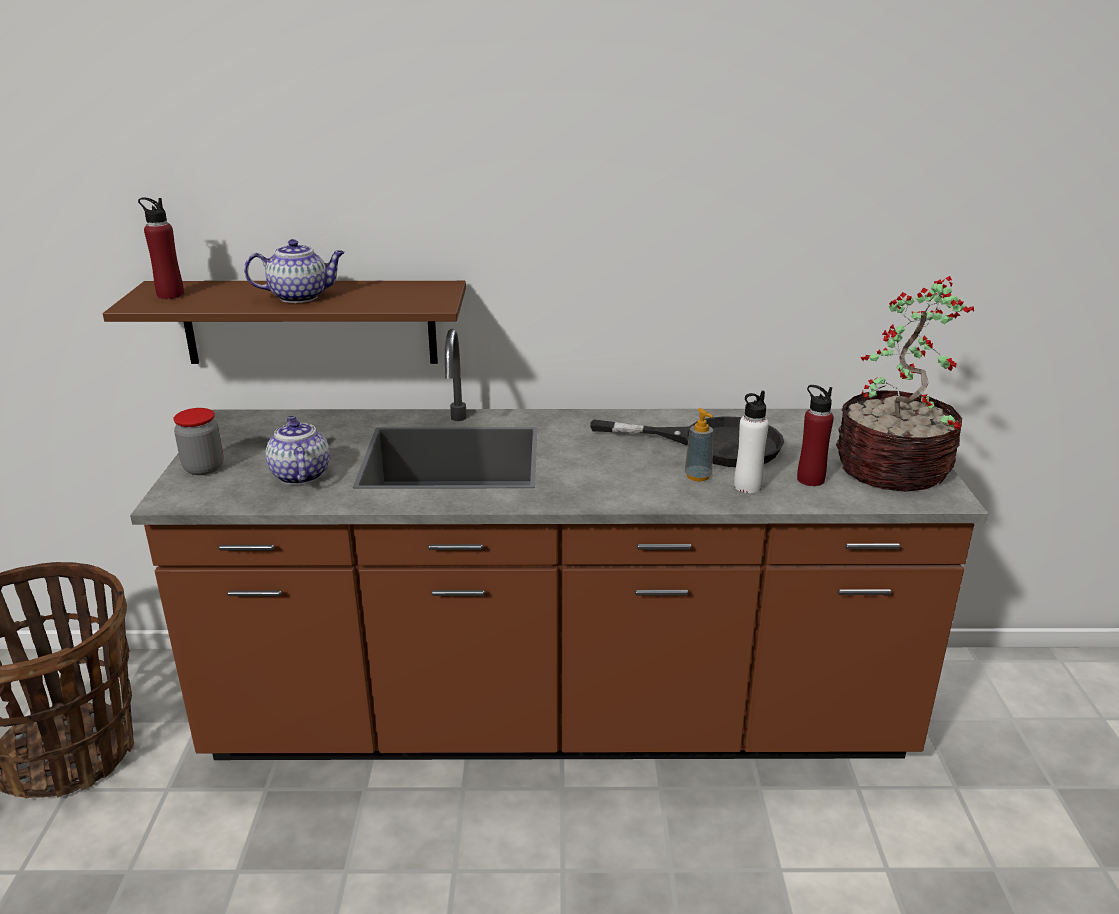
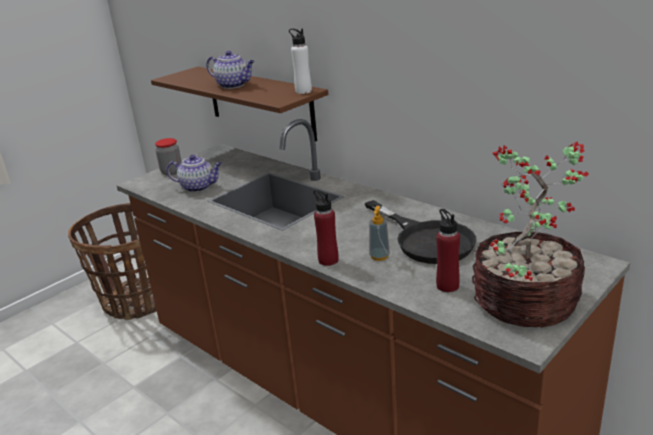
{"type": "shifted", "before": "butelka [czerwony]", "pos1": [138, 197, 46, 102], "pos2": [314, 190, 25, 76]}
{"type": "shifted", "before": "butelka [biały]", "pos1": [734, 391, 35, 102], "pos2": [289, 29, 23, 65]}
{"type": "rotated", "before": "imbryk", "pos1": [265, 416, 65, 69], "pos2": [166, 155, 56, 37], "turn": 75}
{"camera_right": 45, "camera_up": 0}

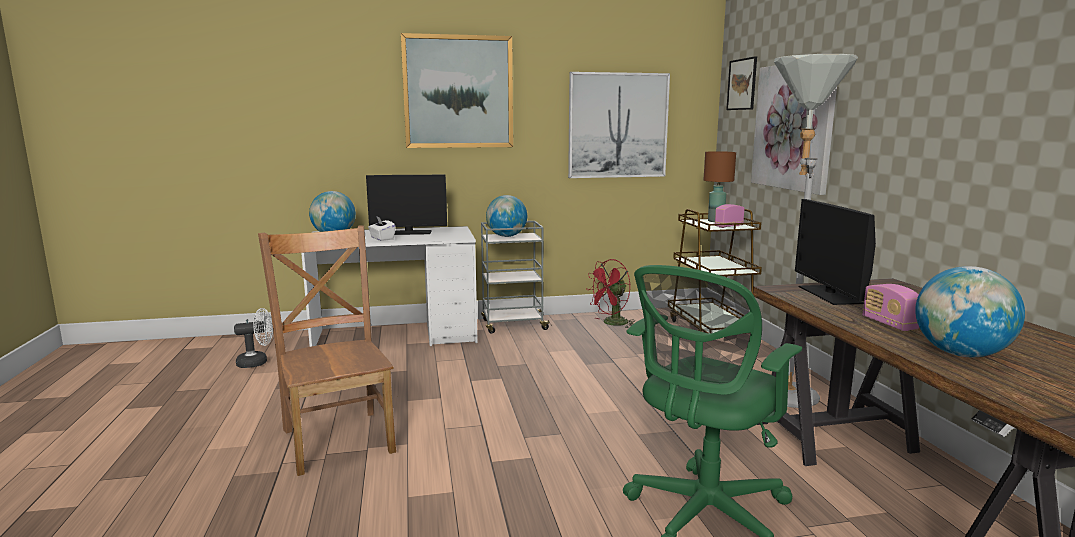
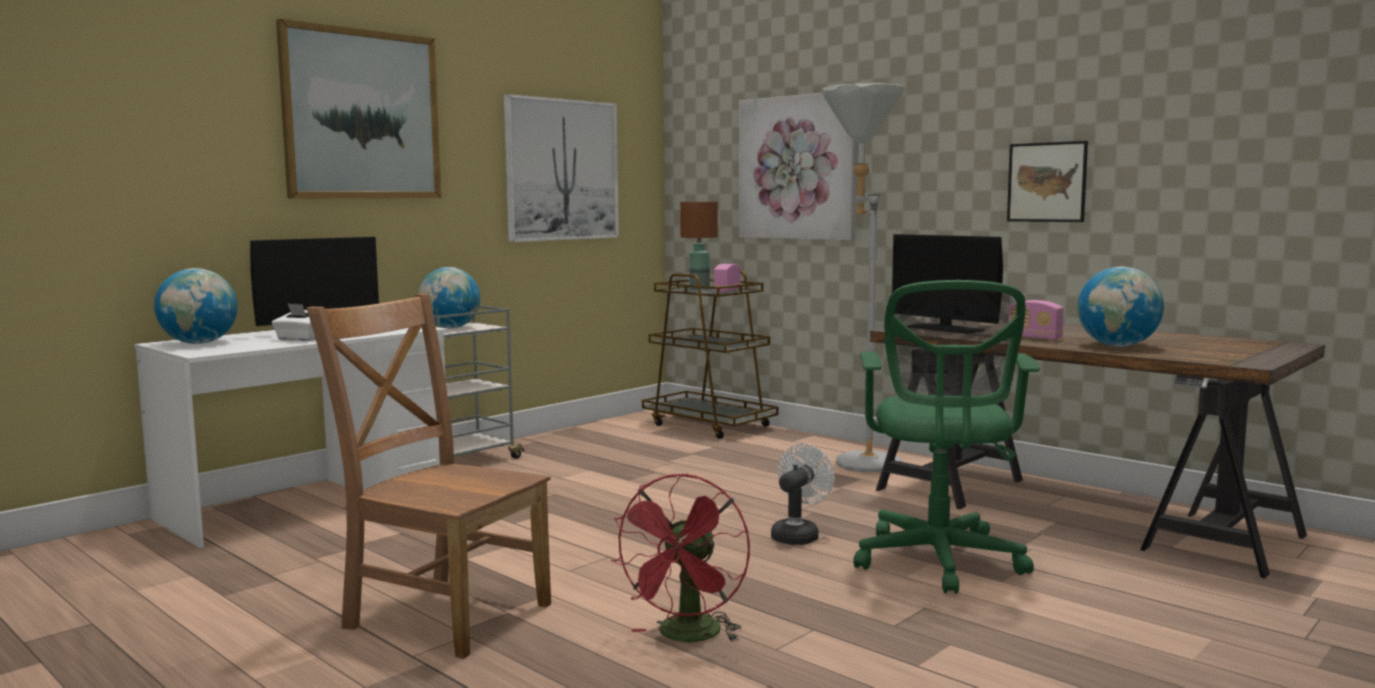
{"type": "shifted", "before": "wentylator [biały]", "pos1": [234, 308, 39, 60], "pos2": [771, 444, 63, 101]}
{"type": "shifted", "before": "wentylator [czerwony]", "pos1": [589, 259, 46, 69], "pos2": [611, 473, 139, 169]}
{"type": "shifted", "before": "obraz", "pos1": [726, 56, 31, 54], "pos2": [1007, 141, 81, 81]}
{"camera_right": -35, "camera_up": -5}

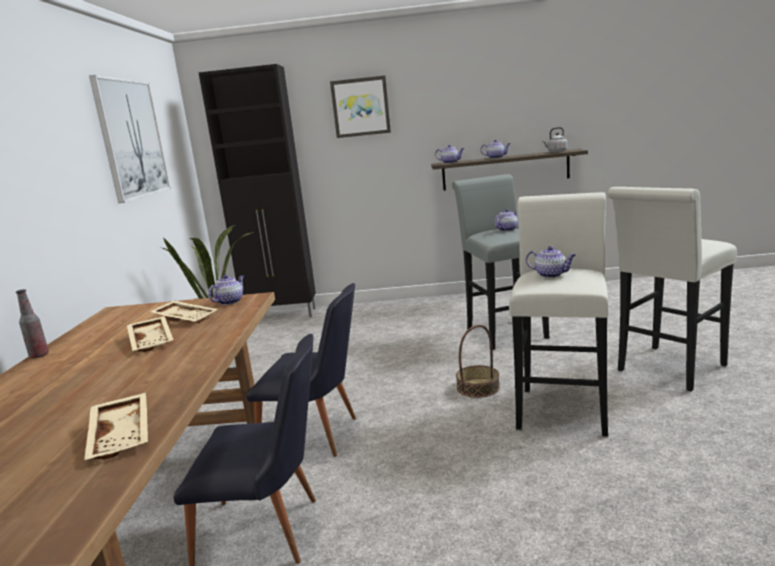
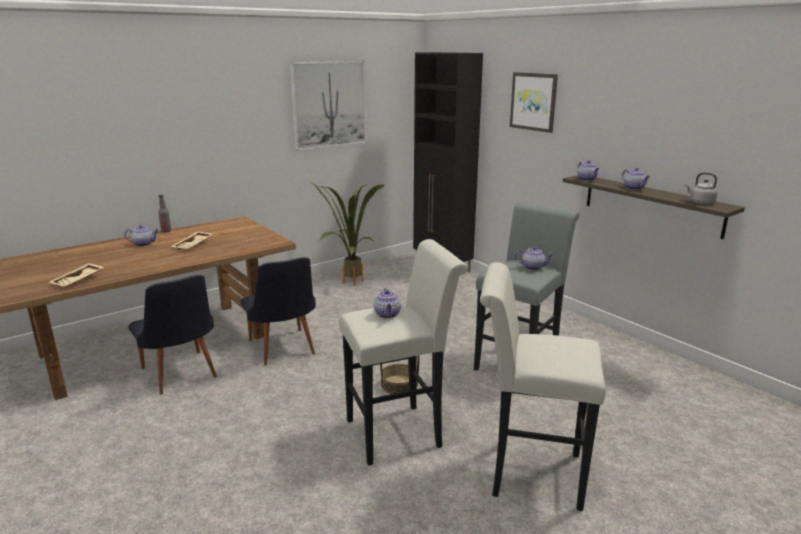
{"type": "gone", "before": "taca [beżowy]", "pos1": [150, 300, 68, 23]}
{"type": "shifted", "before": "imbryk", "pos1": [208, 275, 36, 30], "pos2": [124, 225, 34, 21]}
{"camera_right": 50, "camera_up": 5}

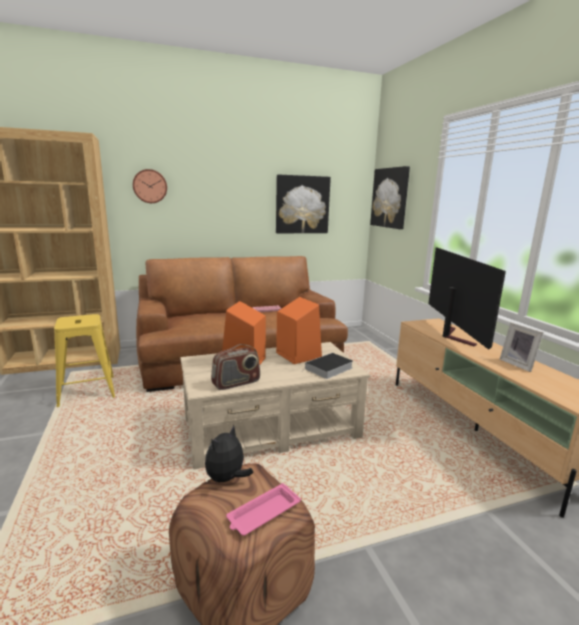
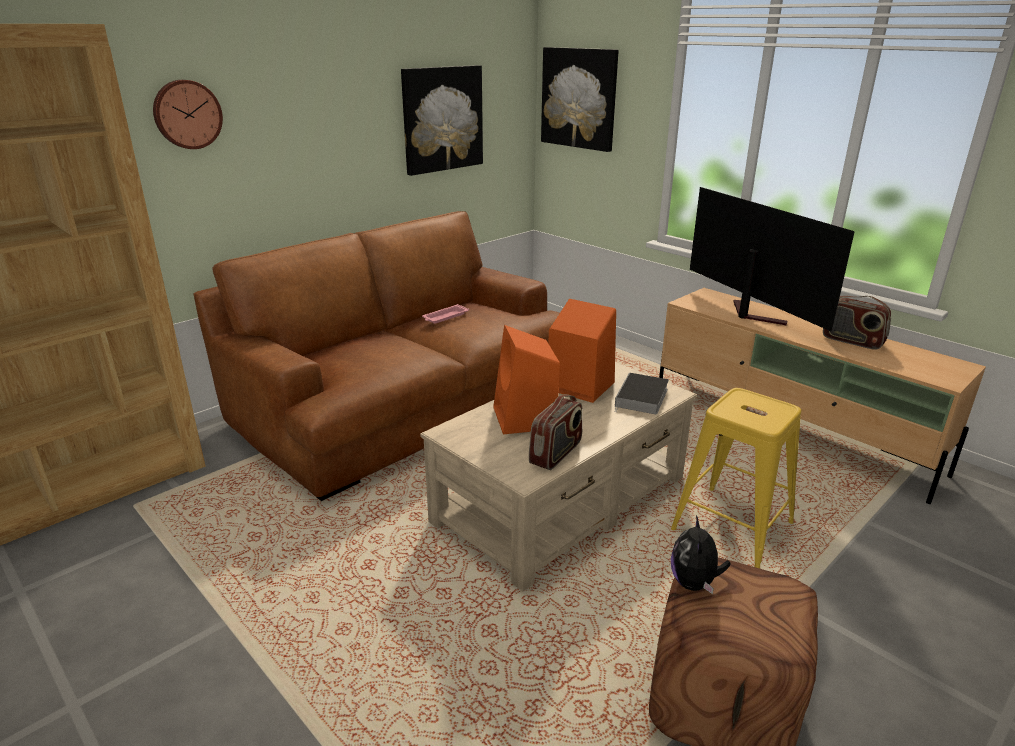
{"type": "gone", "before": "taca [różowy]", "pos1": [226, 483, 75, 53]}
{"type": "shifted", "before": "stołek [żółty]", "pos1": [54, 314, 61, 93], "pos2": [671, 388, 130, 181]}
{"type": "swapped", "before": "ramka na zdjęcie", "after": "radio", "pos1": [500, 322, 44, 50], "pos2": [823, 296, 68, 54]}
{"camera_right": -25, "camera_up": 10}

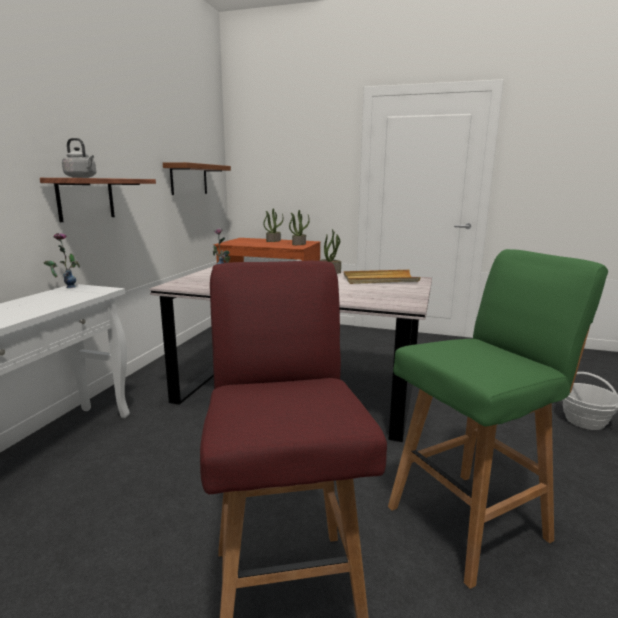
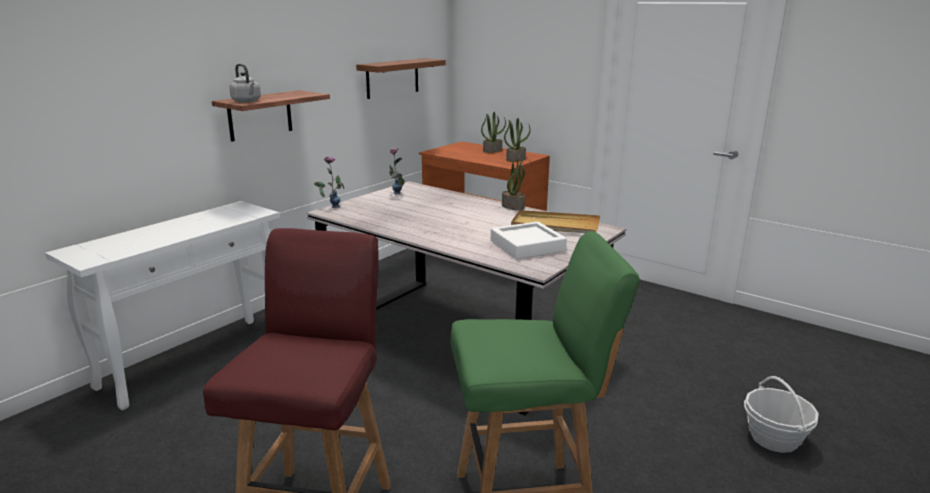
{"type": "new", "after": "taca [biały]", "pos2": [491, 221, 76, 38]}
{"type": "shifted", "before": "wazon", "pos1": [43, 233, 37, 55], "pos2": [314, 157, 30, 51]}
{"camera_right": 20, "camera_up": 5}

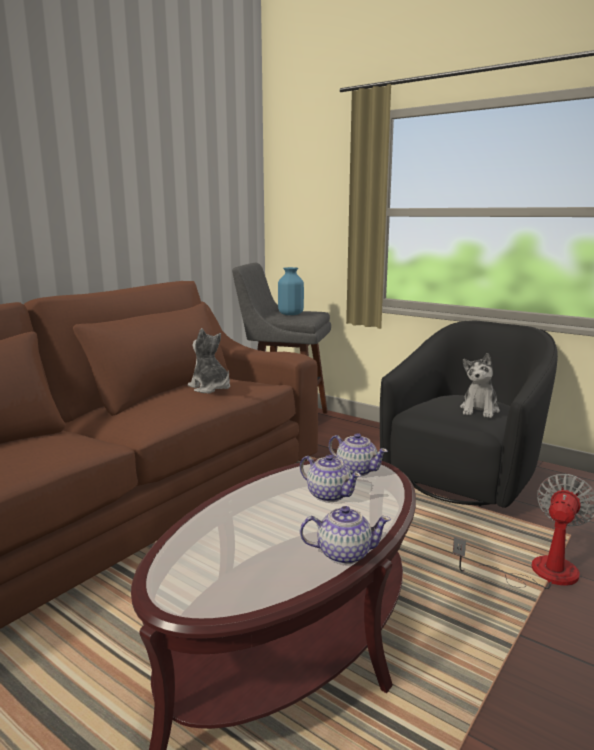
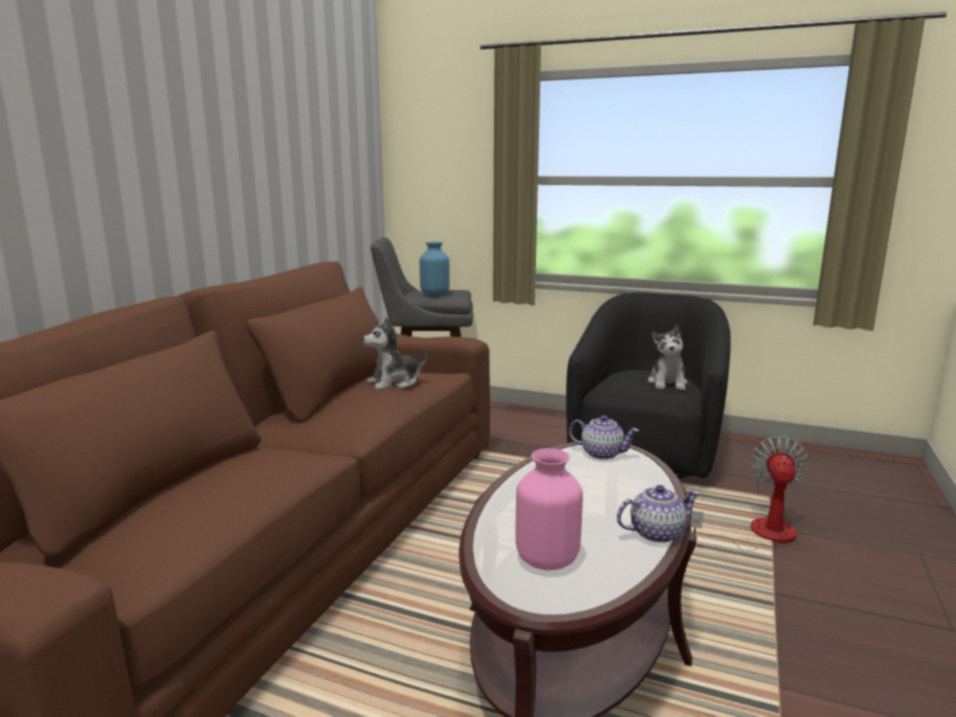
{"type": "gone", "before": "imbryk", "pos1": [300, 455, 61, 47]}
{"type": "new", "after": "wazon [różowy]", "pos2": [515, 448, 68, 122]}
{"type": "rotated", "before": "pluszak", "pos1": [188, 328, 42, 65], "pos2": [362, 317, 65, 73], "turn": -60}
{"camera_right": -15, "camera_up": 0}

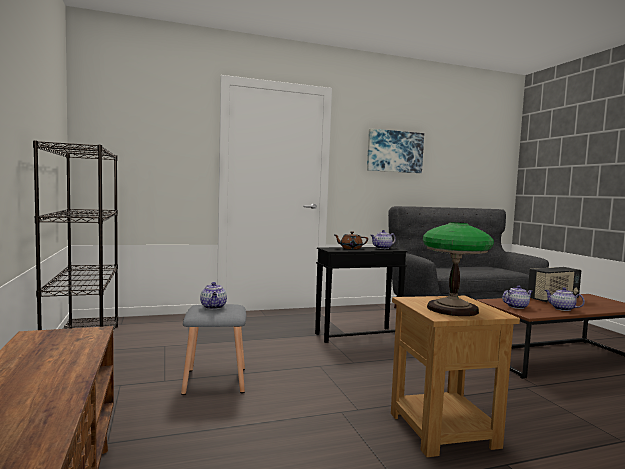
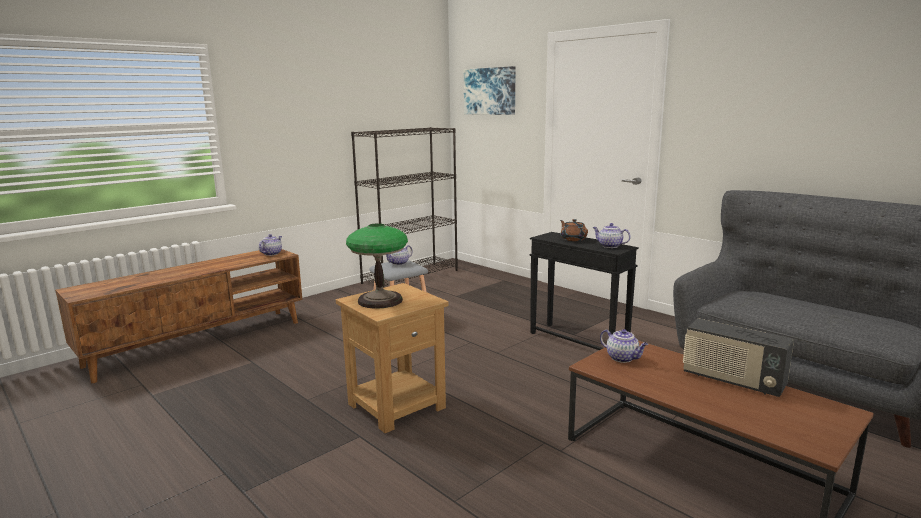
{"type": "shifted", "before": "obraz", "pos1": [367, 129, 57, 44], "pos2": [464, 66, 52, 49]}
{"type": "shifted", "before": "imbryk", "pos1": [545, 287, 40, 24], "pos2": [259, 234, 23, 22]}
{"camera_right": 65, "camera_up": 10}

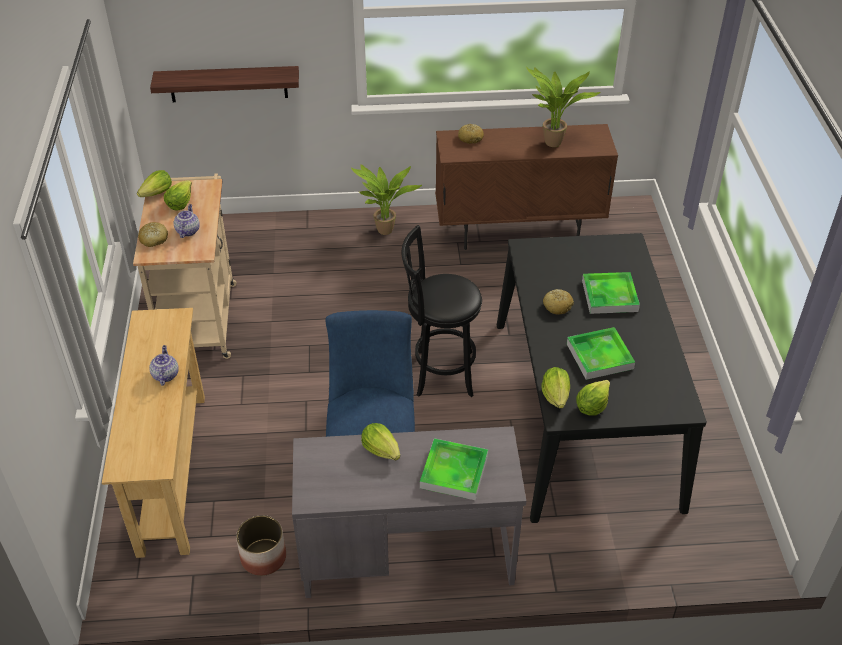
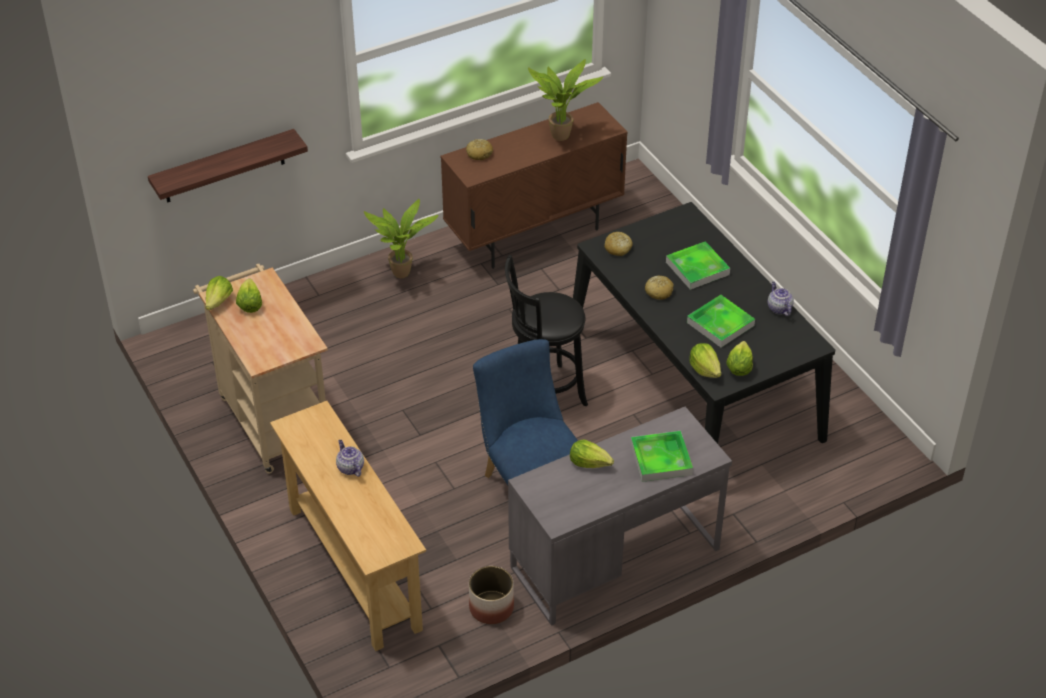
{"type": "shifted", "before": "chleb", "pos1": [138, 222, 30, 25], "pos2": [604, 232, 29, 24]}
{"type": "shifted", "before": "imbryk", "pos1": [174, 204, 26, 34], "pos2": [768, 282, 26, 34]}
{"camera_right": -25, "camera_up": 0}

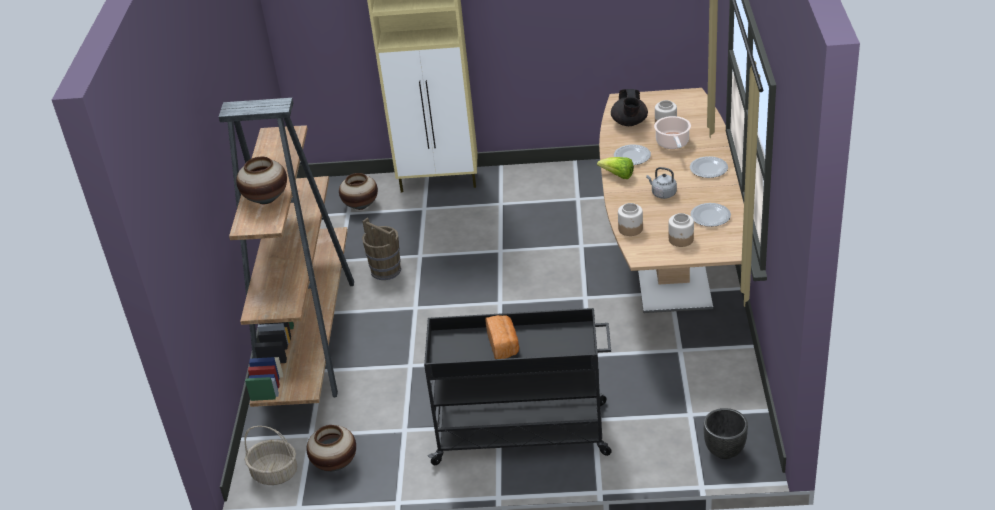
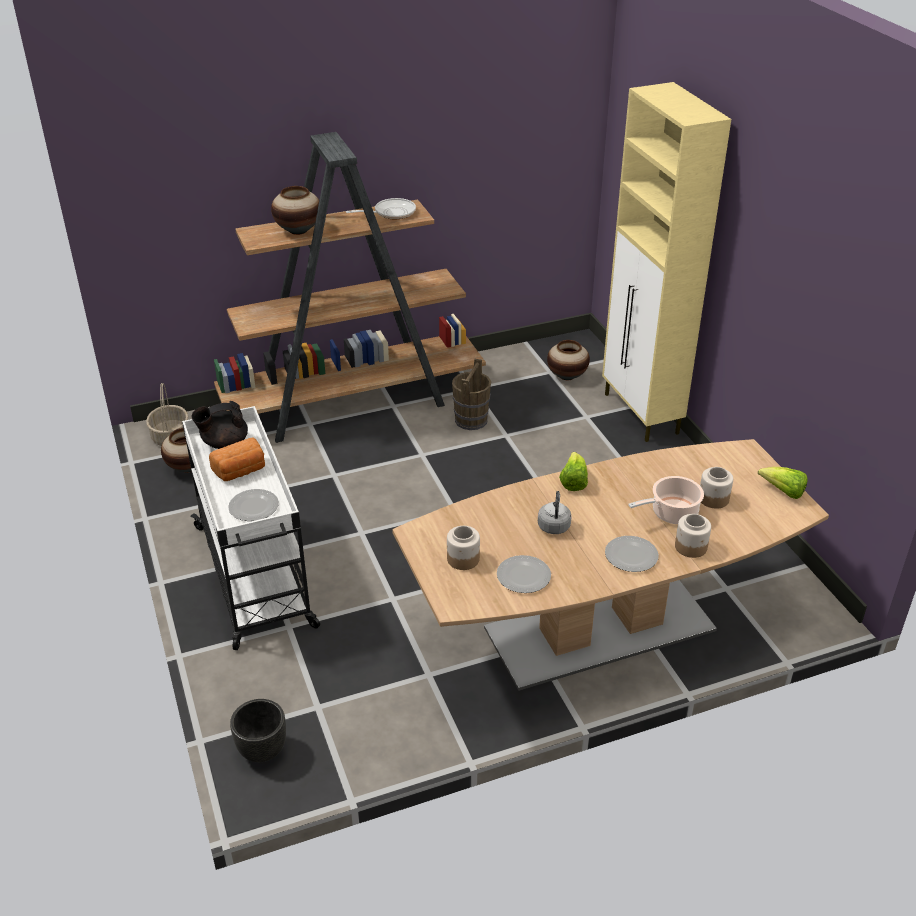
{"type": "new", "after": "patelnia", "pos2": [346, 198, 70, 21]}
{"type": "new", "after": "sałata", "pos2": [758, 467, 49, 32]}
{"type": "shifted", "before": "imbryk [czarny]", "pos1": [611, 89, 37, 37], "pos2": [191, 401, 57, 48]}
{"type": "shifted", "before": "talerz", "pos1": [614, 144, 37, 21], "pos2": [228, 489, 51, 32]}
{"type": "shifted", "before": "słoik", "pos1": [618, 203, 25, 33], "pos2": [675, 514, 36, 44]}
{"type": "repainted", "before": "wózek [czarny]", "after": "wózek [biały]", "pos1": [424, 308, 188, 158], "pos2": [182, 406, 138, 244]}
{"camera_right": 65, "camera_up": 0}

